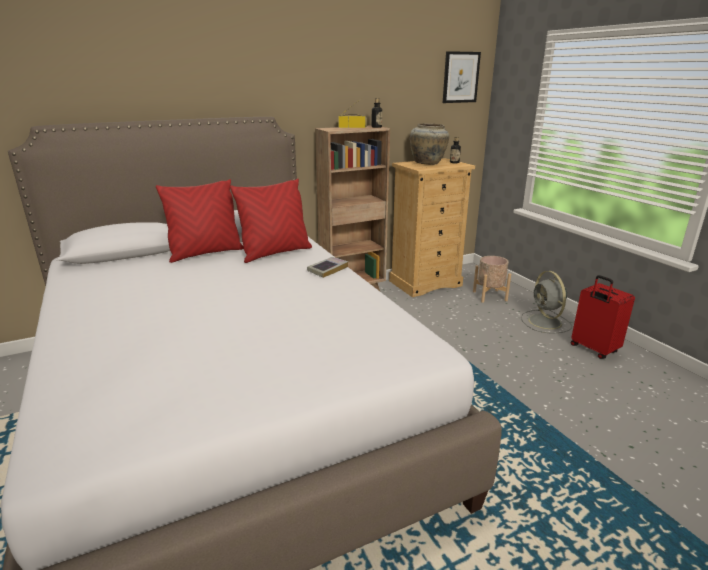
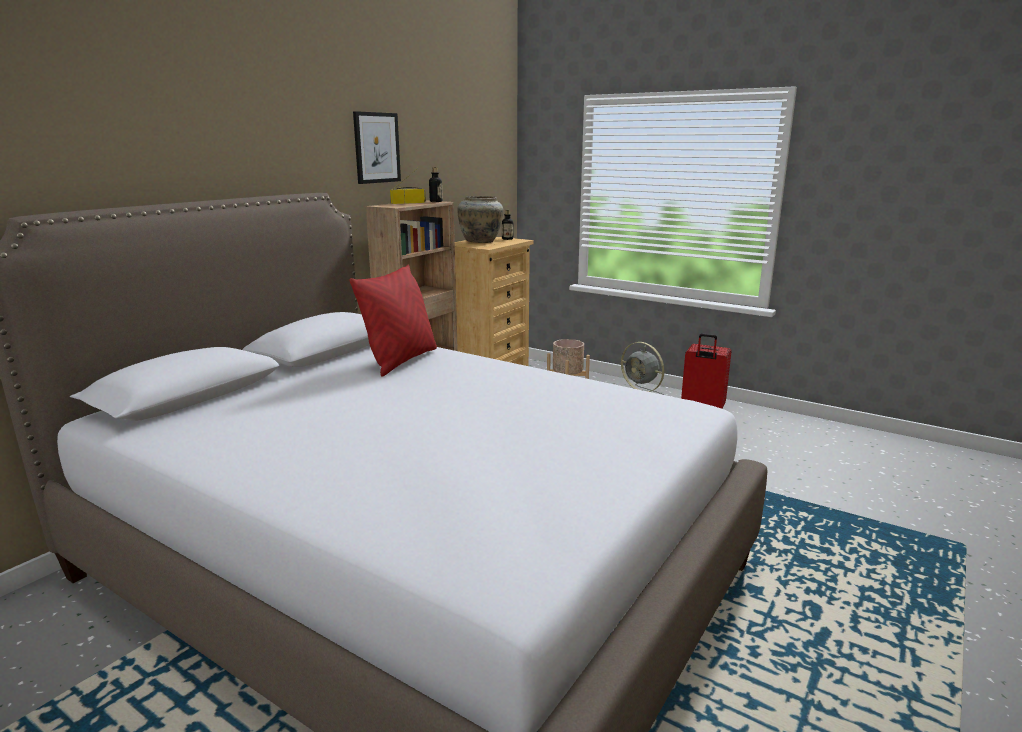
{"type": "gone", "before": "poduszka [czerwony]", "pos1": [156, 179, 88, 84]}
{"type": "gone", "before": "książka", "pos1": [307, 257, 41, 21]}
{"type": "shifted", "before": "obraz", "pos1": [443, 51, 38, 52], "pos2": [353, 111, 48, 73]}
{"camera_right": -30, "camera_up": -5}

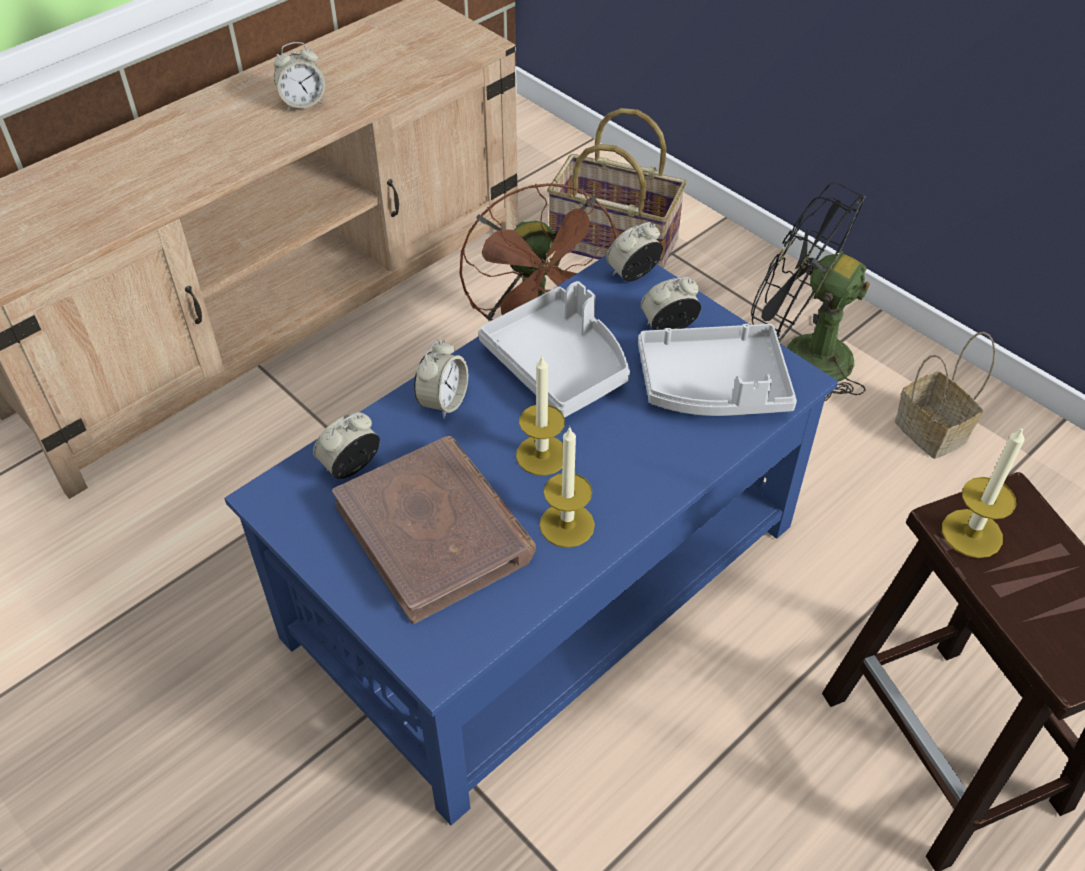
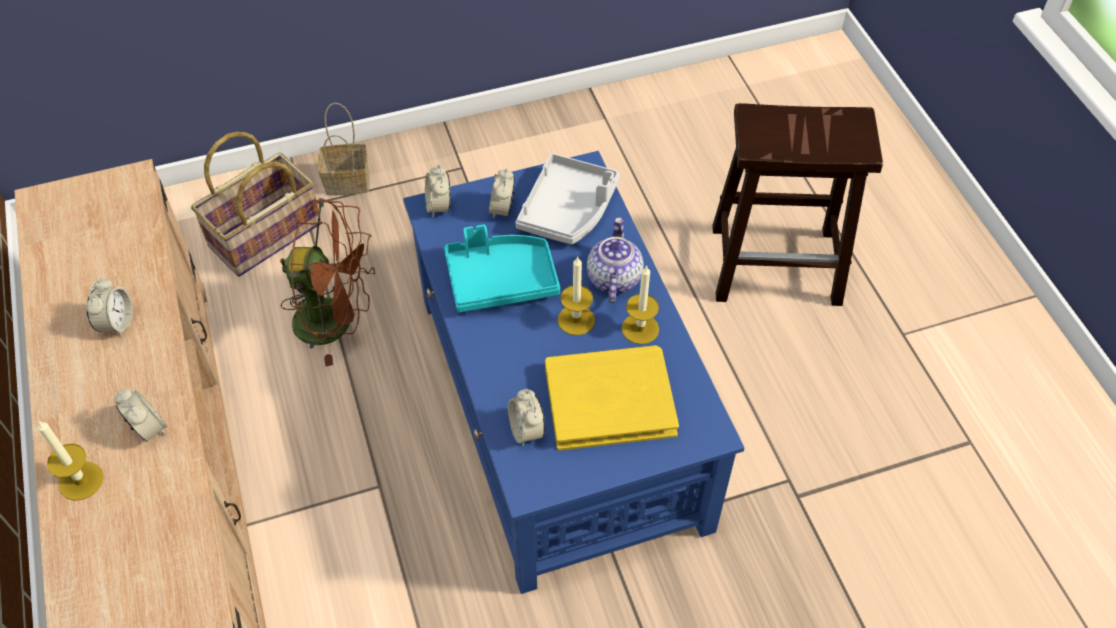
{"type": "gone", "before": "wentylator [czarny]", "pos1": [751, 182, 119, 219]}
{"type": "new", "after": "imbryk", "pos2": [587, 217, 57, 86]}
{"type": "shifted", "before": "budzik", "pos1": [414, 339, 54, 80], "pos2": [114, 389, 53, 53]}
{"type": "shifted", "before": "koszyk", "pos1": [895, 332, 101, 127], "pos2": [318, 103, 52, 92]}
{"type": "shifted", "before": "świeca", "pos1": [942, 426, 83, 132], "pos2": [38, 420, 66, 81]}
{"type": "repainted", "before": "książka [brązowy]", "after": "książka [żółty]", "pos1": [332, 436, 204, 188], "pos2": [545, 345, 134, 106]}
{"type": "repainted", "before": "taca [szary]", "after": "taca [turkusowy]", "pos1": [478, 281, 152, 137], "pos2": [444, 225, 116, 87]}
{"camera_right": -65, "camera_up": 5}

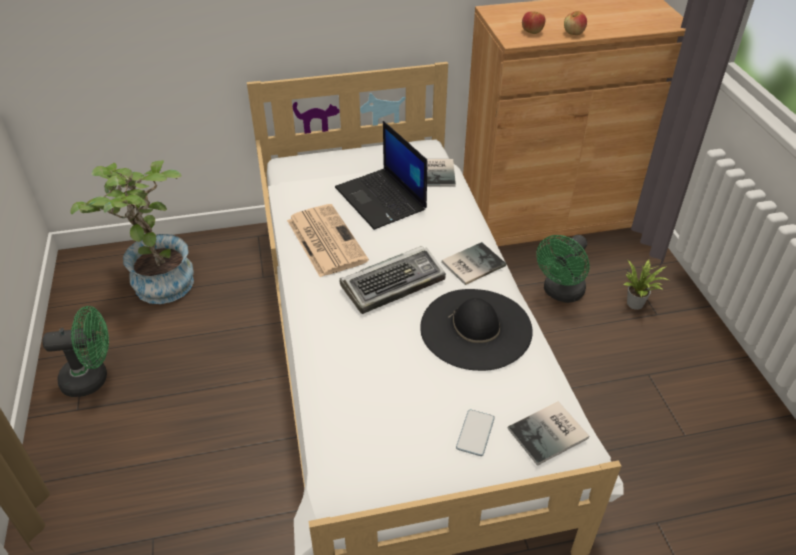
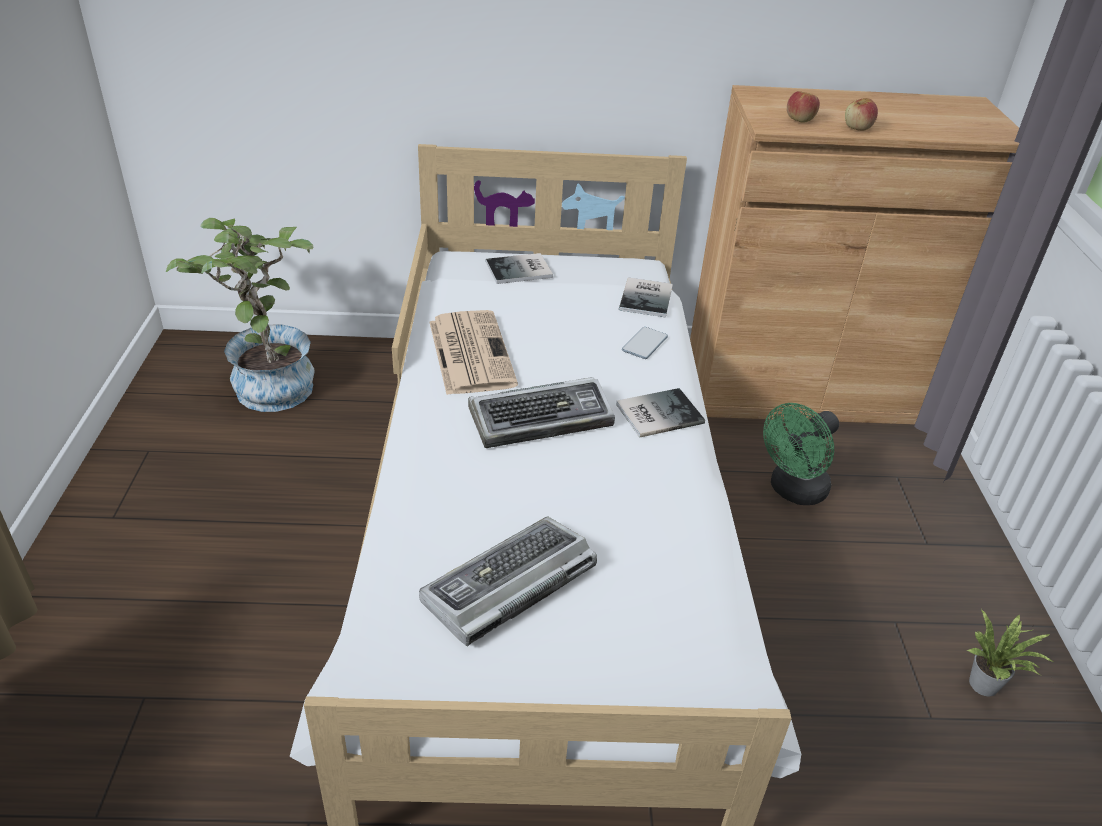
{"type": "gone", "before": "wentylator [zielony]", "pos1": [42, 306, 67, 91]}
{"type": "gone", "before": "laptop", "pos1": [335, 121, 92, 109]}
{"type": "gone", "before": "kapelusz [czarny]", "pos1": [420, 289, 113, 82]}
{"type": "new", "after": "klawiatura", "pos2": [419, 517, 178, 130]}
{"type": "shifted", "before": "telefon", "pos1": [456, 409, 38, 47], "pos2": [622, 327, 46, 32]}
{"type": "shifted", "before": "książka", "pos1": [508, 402, 81, 64], "pos2": [486, 253, 67, 31]}
{"type": "shifted", "before": "roślina doniczkowa", "pos1": [623, 259, 46, 51], "pos2": [967, 609, 86, 88]}
{"camera_right": 10, "camera_up": -5}

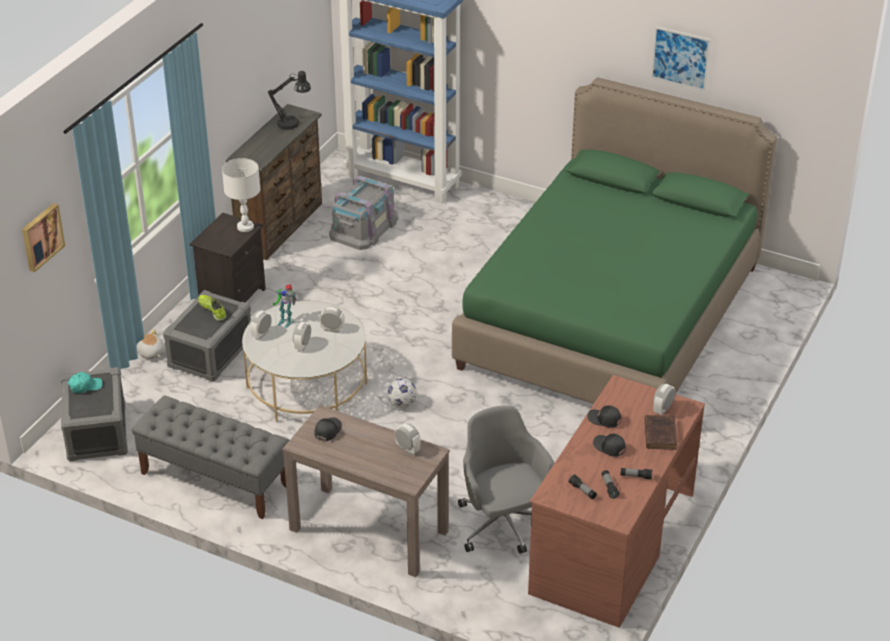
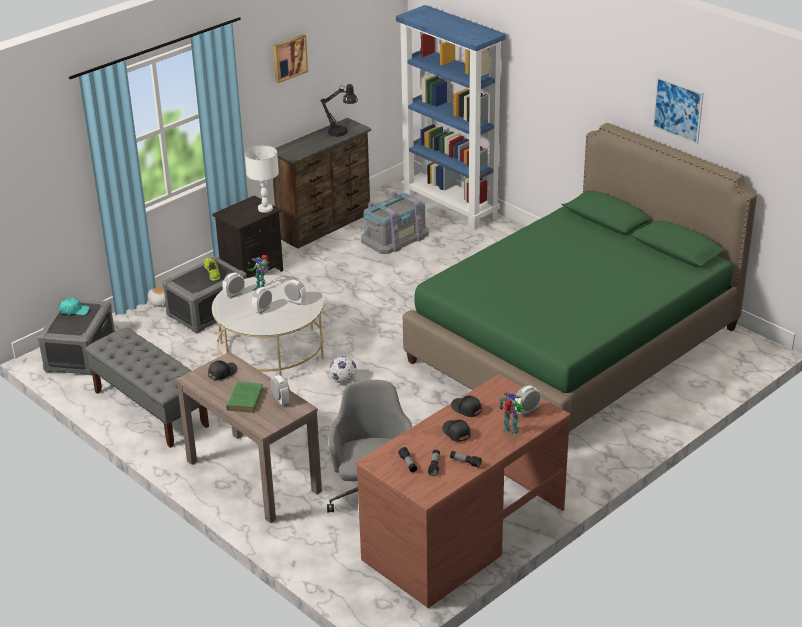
{"type": "new", "after": "książka [zielony]", "pos2": [226, 382, 38, 31]}
{"type": "shifted", "before": "obraz", "pos1": [22, 203, 43, 69], "pos2": [273, 34, 35, 49]}
{"type": "swapped", "before": "książka [brązowy]", "after": "robot zabawkowy", "pos1": [645, 415, 32, 35], "pos2": [499, 393, 24, 42]}
{"camera_right": 20, "camera_up": -5}

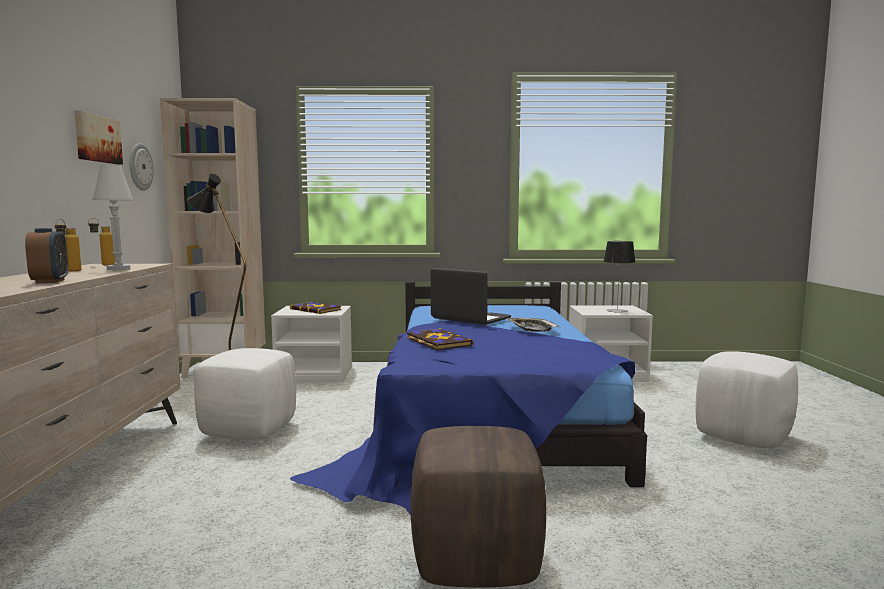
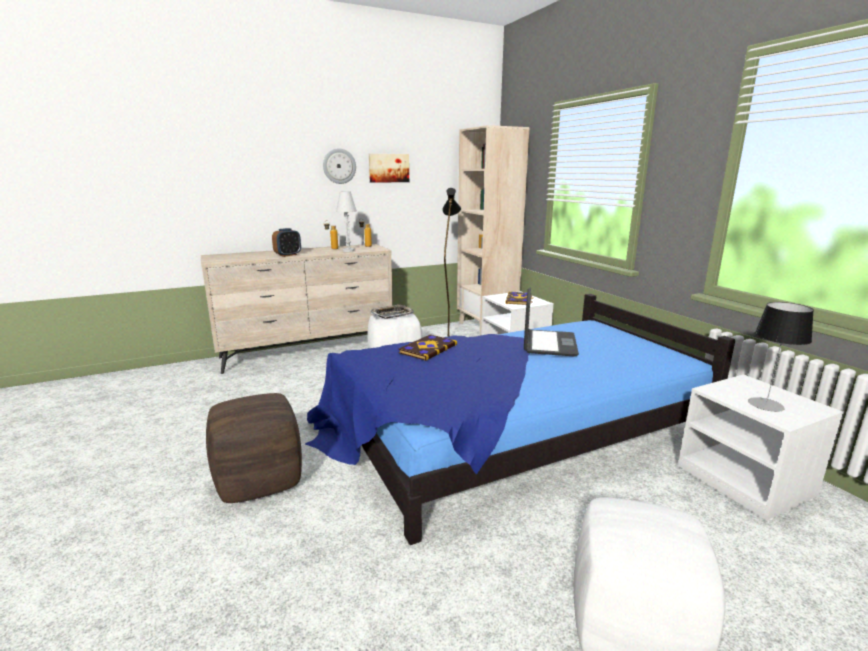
{"type": "shifted", "before": "zegar ścienny", "pos1": [130, 143, 24, 48], "pos2": [323, 148, 33, 36]}
{"type": "shifted", "before": "taca", "pos1": [506, 318, 54, 14], "pos2": [370, 304, 44, 15]}
{"camera_right": 65, "camera_up": 10}

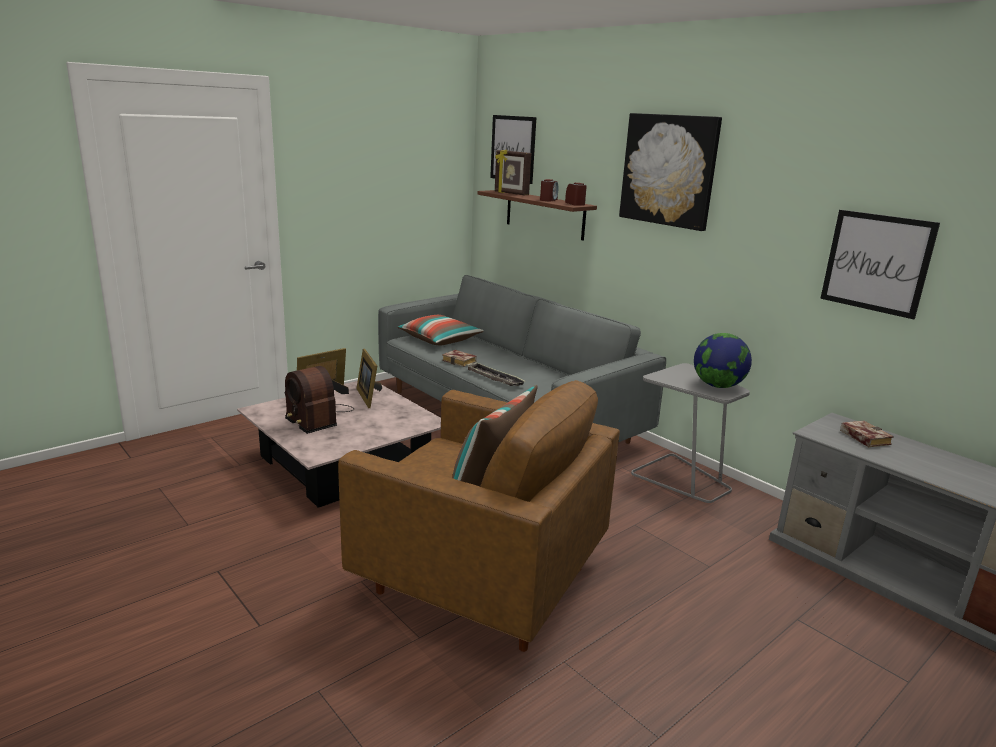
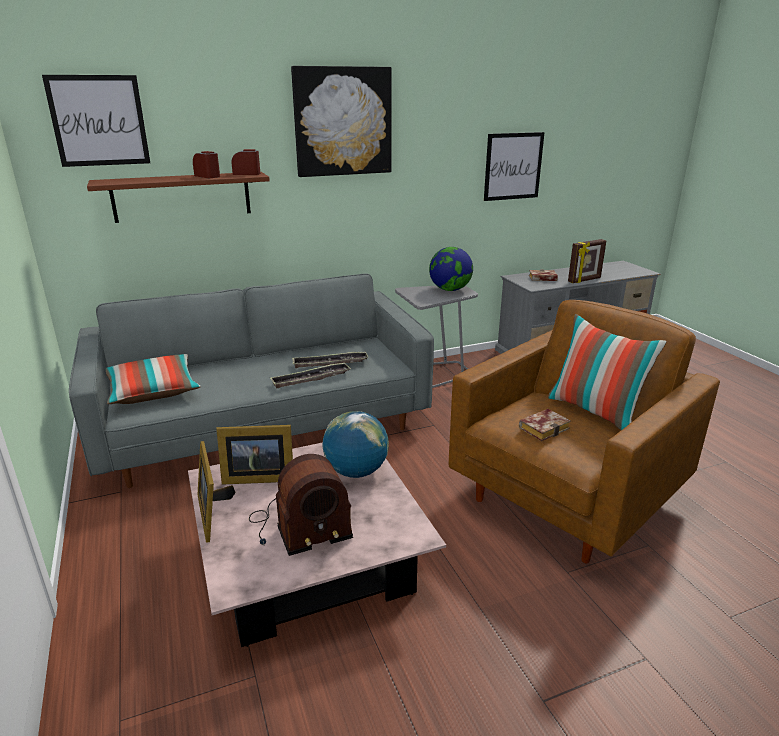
{"type": "new", "after": "taca", "pos2": [292, 352, 76, 16]}
{"type": "new", "after": "globus", "pos2": [323, 411, 66, 67]}
{"type": "shifted", "before": "książka", "pos1": [442, 350, 35, 17], "pos2": [519, 409, 52, 32]}
{"type": "shifted", "before": "ramka na zdjęcie", "pos1": [495, 150, 36, 45], "pos2": [568, 239, 38, 44]}
{"camera_right": -70, "camera_up": 5}

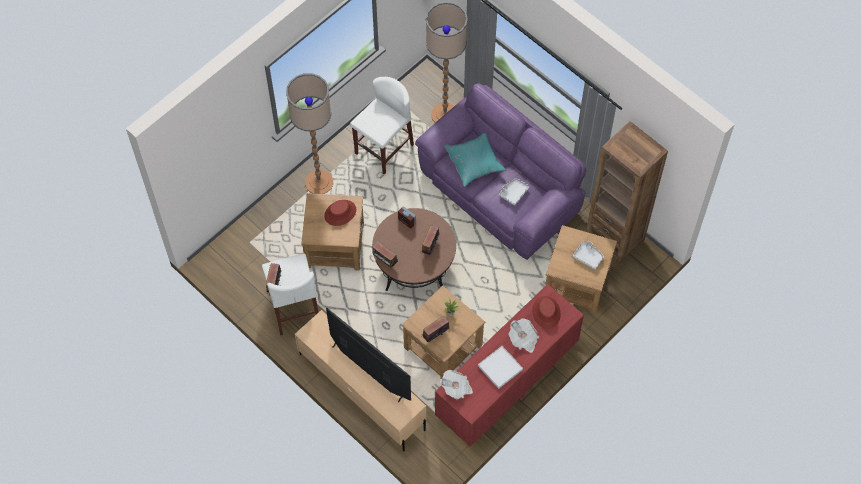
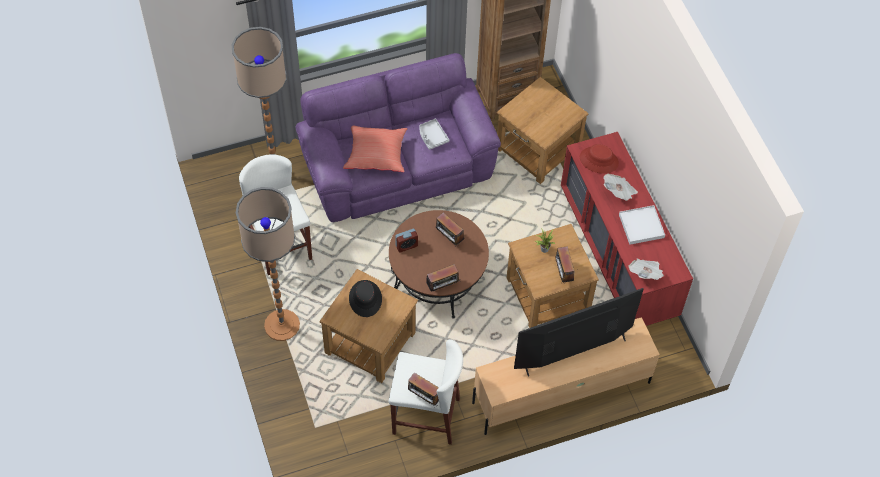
{"type": "gone", "before": "taca [szary]", "pos1": [573, 241, 31, 29]}
{"type": "repainted", "before": "kapelusz [czerwony]", "after": "kapelusz [czarny]", "pos1": [324, 200, 32, 26], "pos2": [349, 280, 33, 37]}
{"type": "repainted", "before": "poduszka [turkusowy]", "after": "poduszka [czerwony]", "pos1": [444, 133, 62, 54], "pos2": [343, 126, 65, 46]}
{"camera_right": -65, "camera_up": -5}

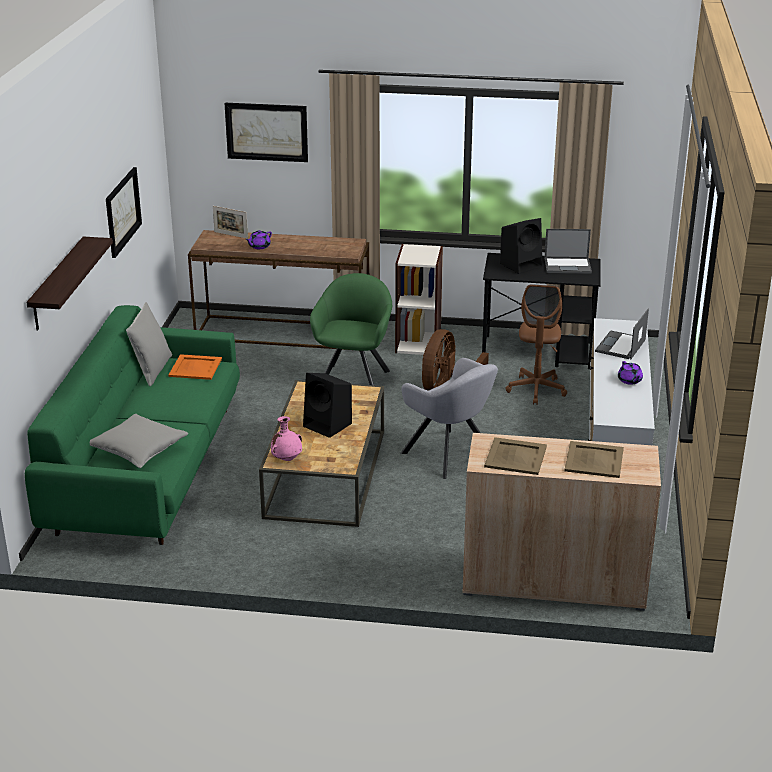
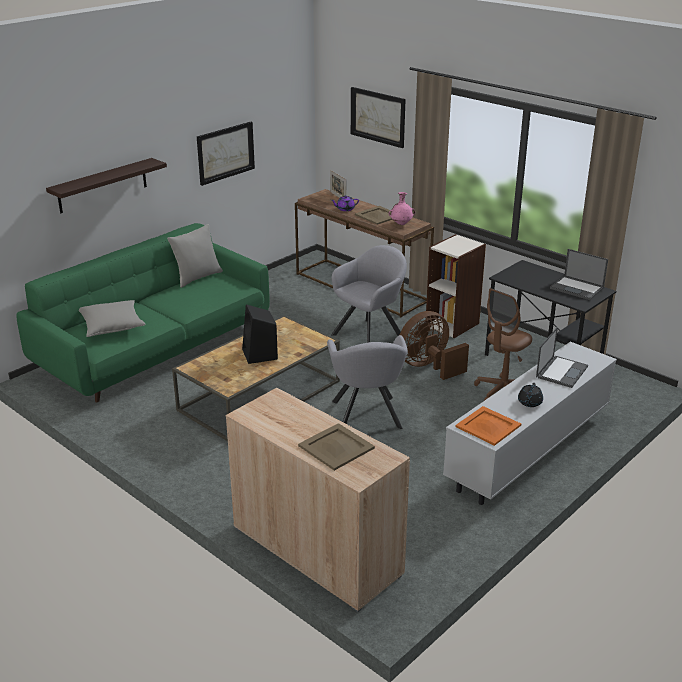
{"type": "gone", "before": "głośnik [czarny]", "pos1": [500, 218, 42, 56]}
{"type": "shifted", "before": "taca [pomarańczowy]", "pos1": [168, 354, 54, 26], "pos2": [456, 406, 65, 40]}
{"type": "shifted", "before": "wazon [różowy]", "pos1": [271, 416, 31, 45], "pos2": [389, 192, 26, 33]}
{"type": "shifted", "before": "taca [beżowy]", "pos1": [484, 437, 63, 38], "pos2": [355, 206, 38, 19]}
{"type": "repainted", "before": "fotel [zielony]", "after": "fotel [szary]", "pos1": [310, 273, 82, 112], "pos2": [331, 245, 76, 98]}
{"type": "repainted", "before": "imbryk [fioletowy]", "after": "imbryk [czarny]", "pos1": [618, 361, 25, 24], "pos2": [518, 383, 25, 24]}
{"type": "rotated", "before": "laptop", "pos1": [595, 309, 54, 51], "pos2": [536, 327, 52, 61], "turn": 150}
{"camera_right": 35, "camera_up": 0}

